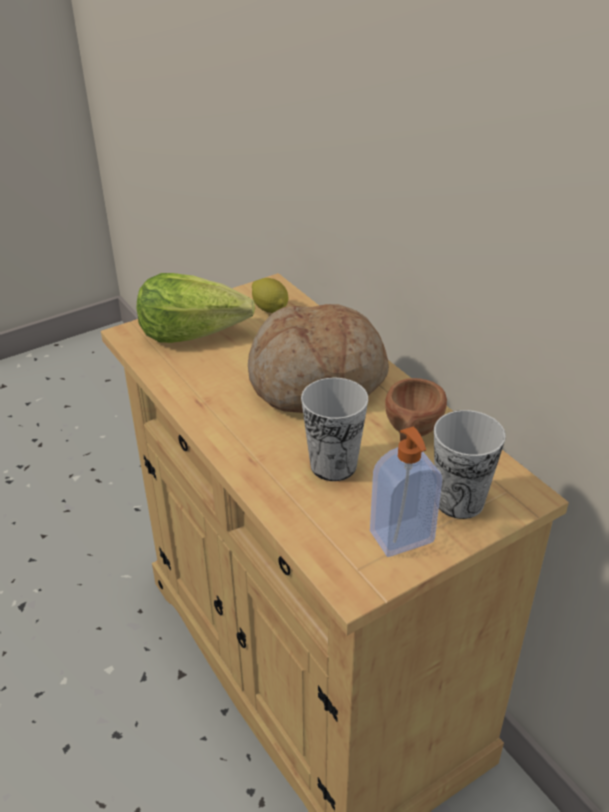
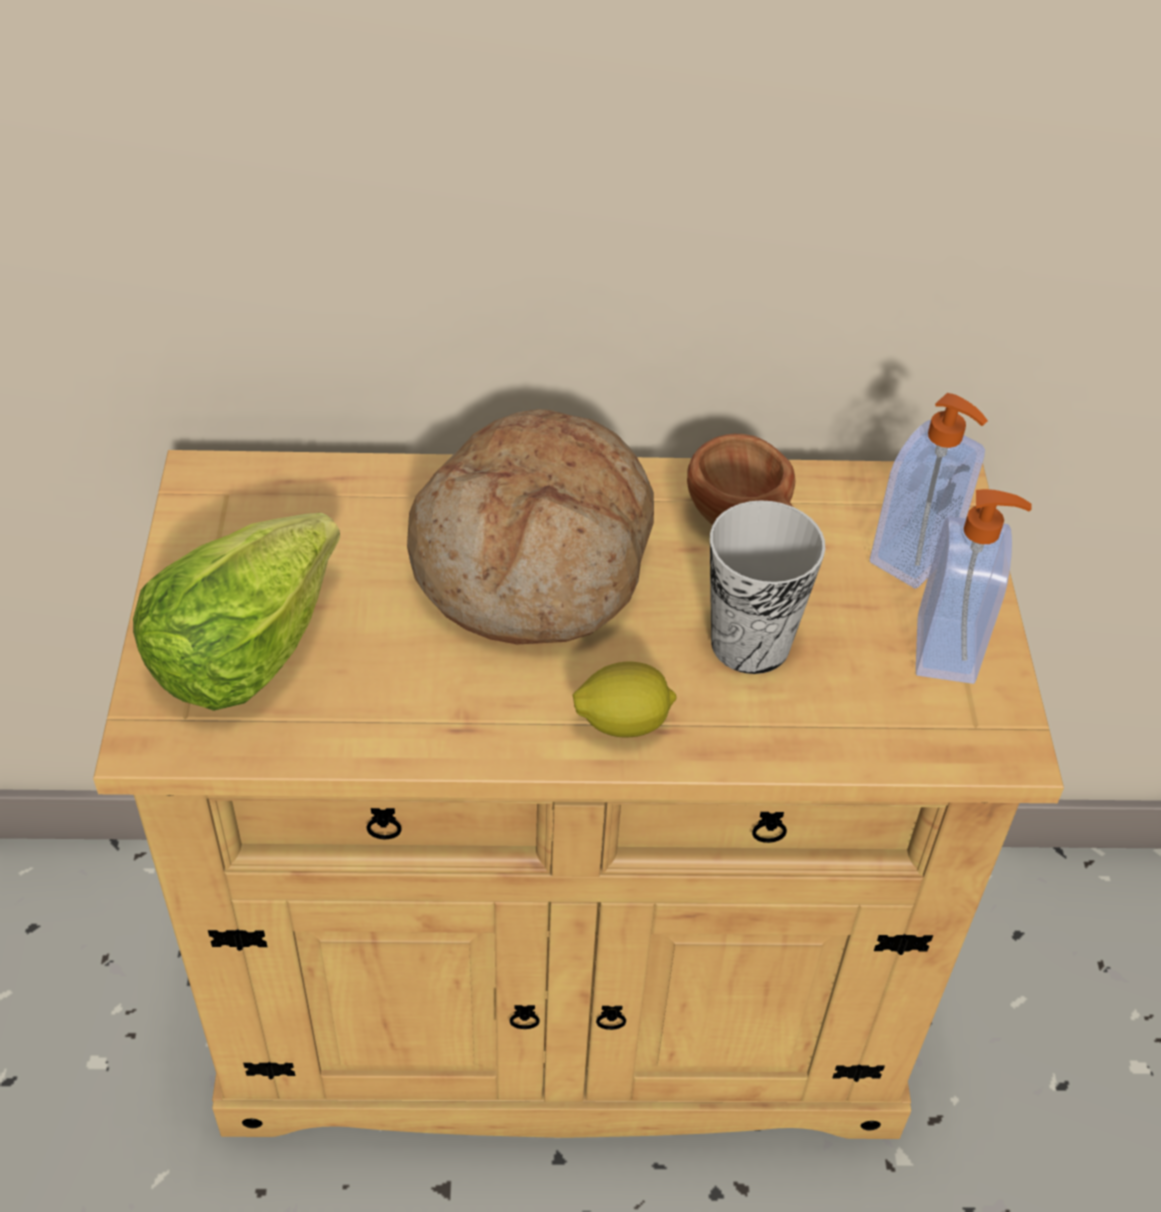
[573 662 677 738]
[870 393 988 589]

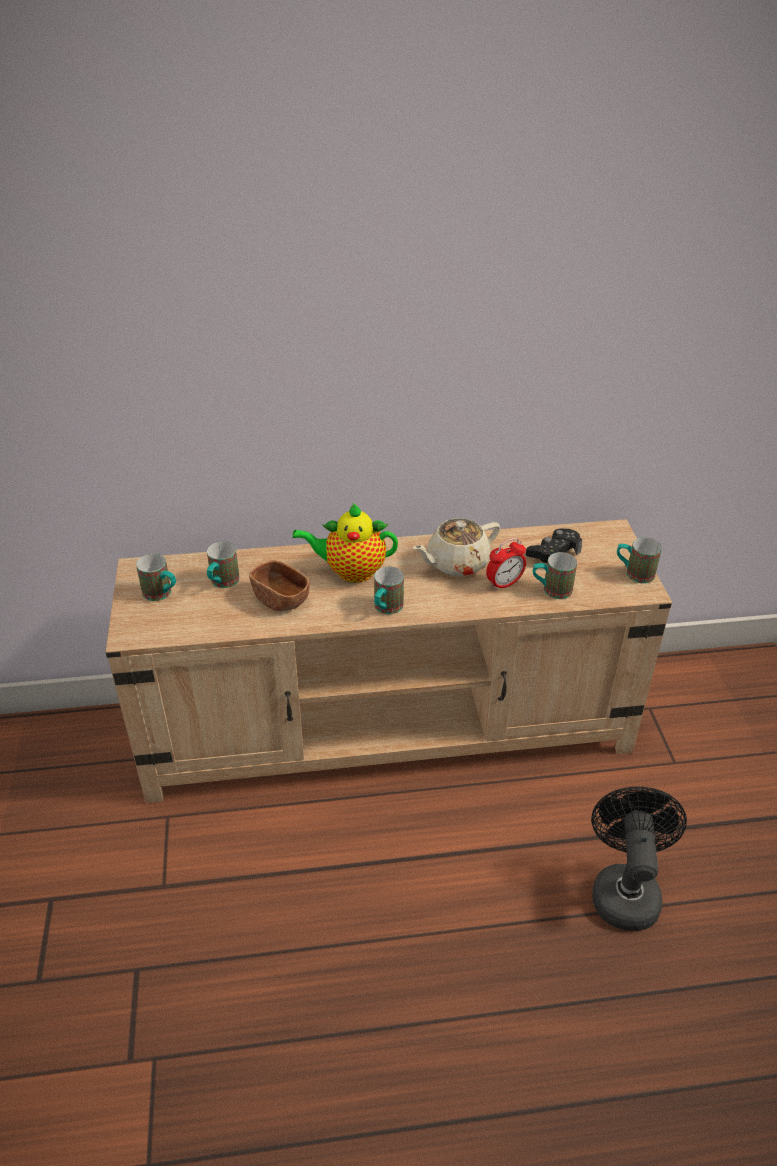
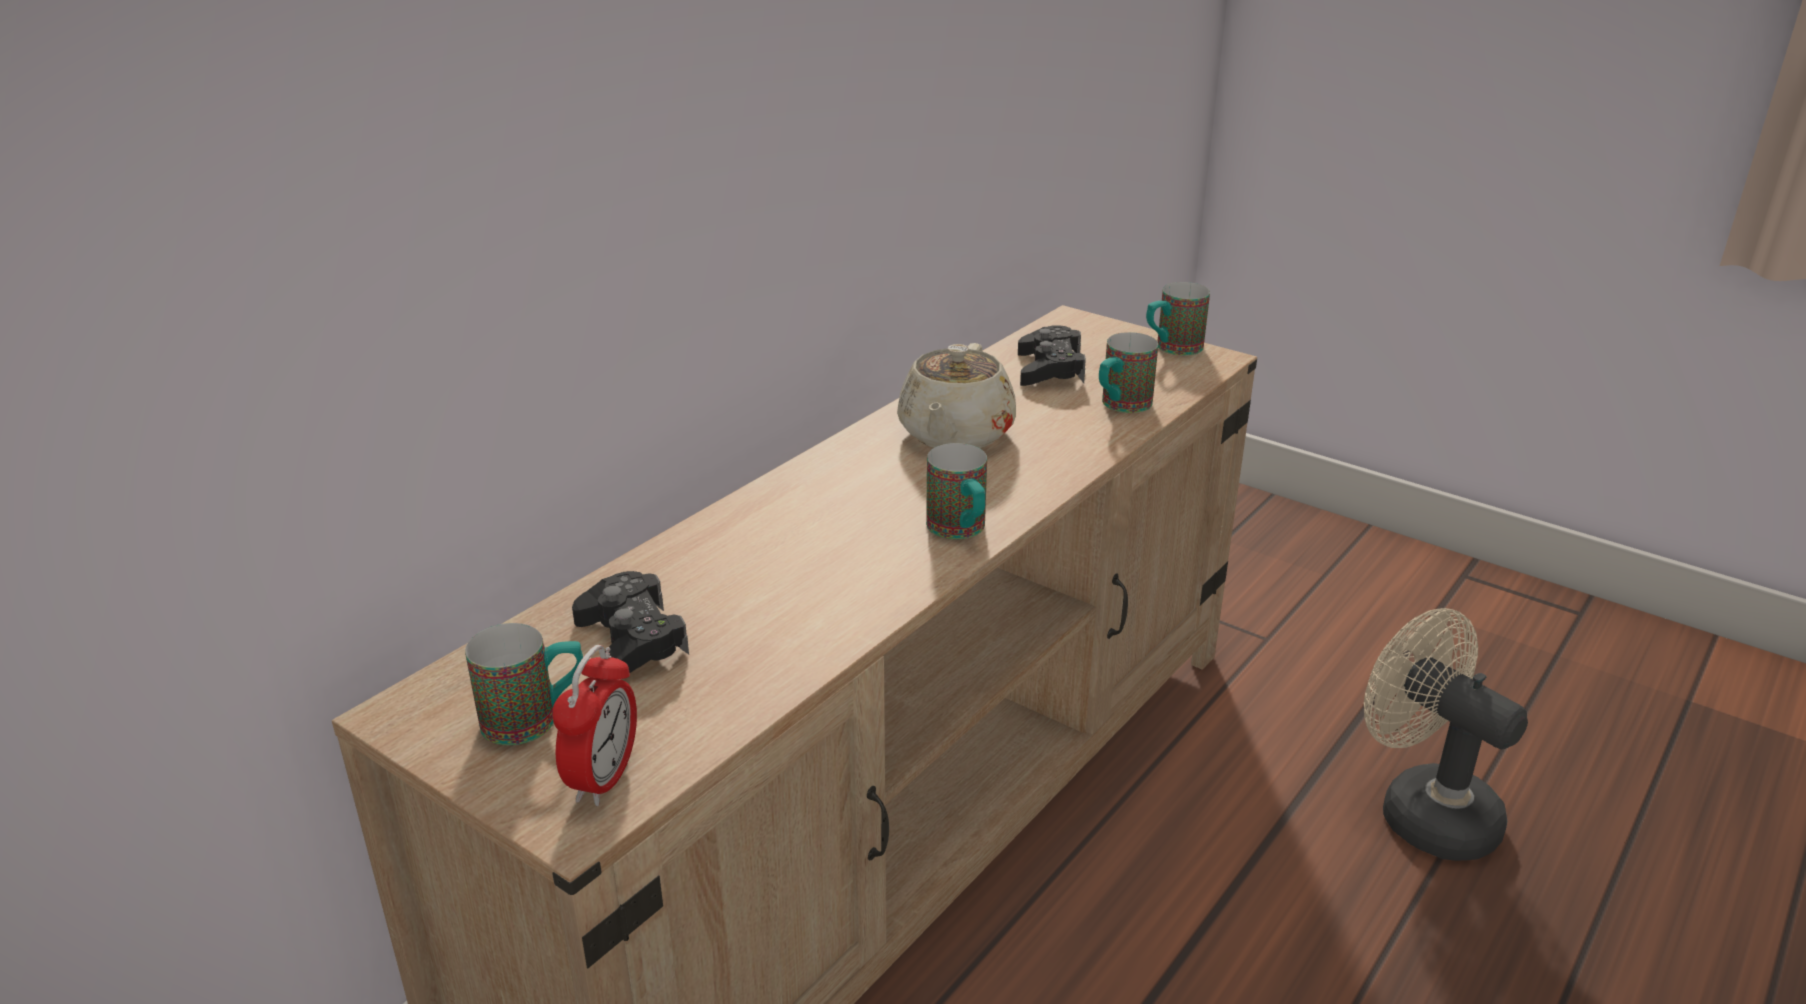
[293 503 398 583] (first image)
[552 645 637 806]
[572 571 689 673]
[249 560 309 611] (first image)
[1364 608 1528 861]

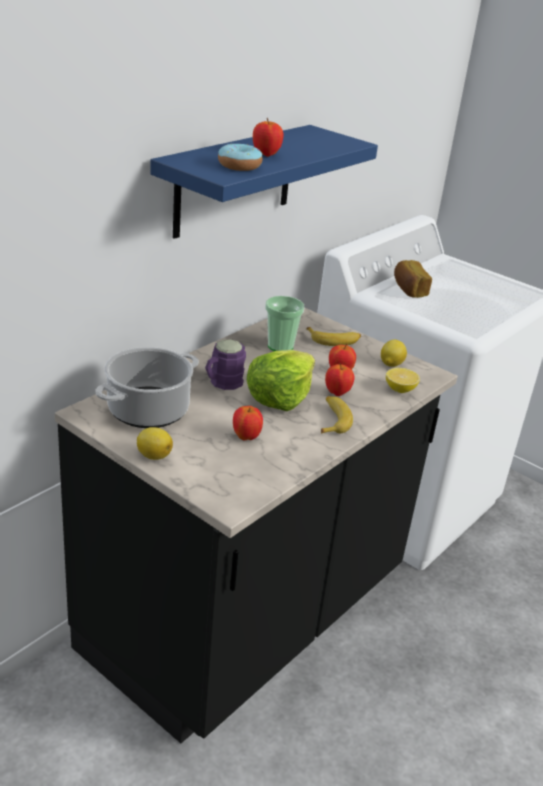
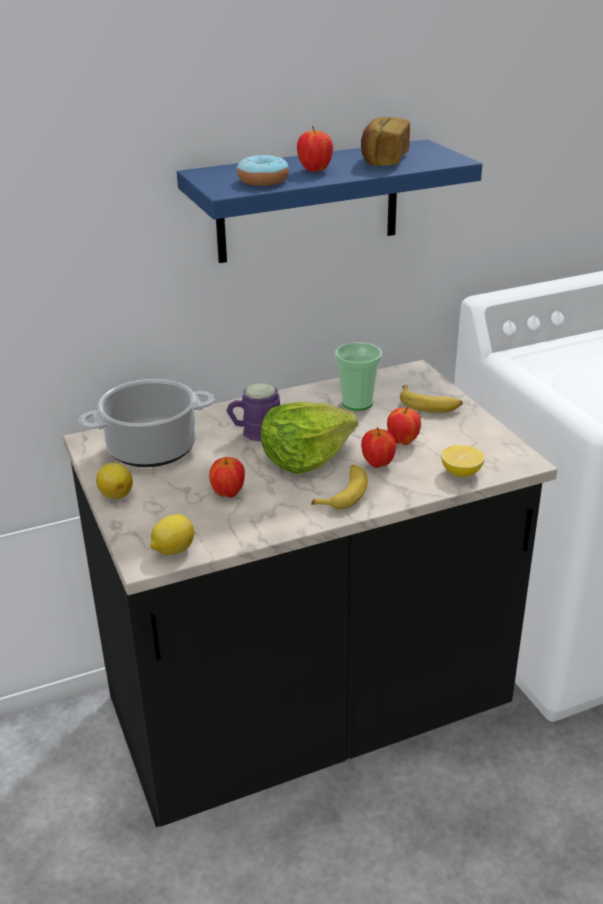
[361 117 410 166]
[150 514 194 555]

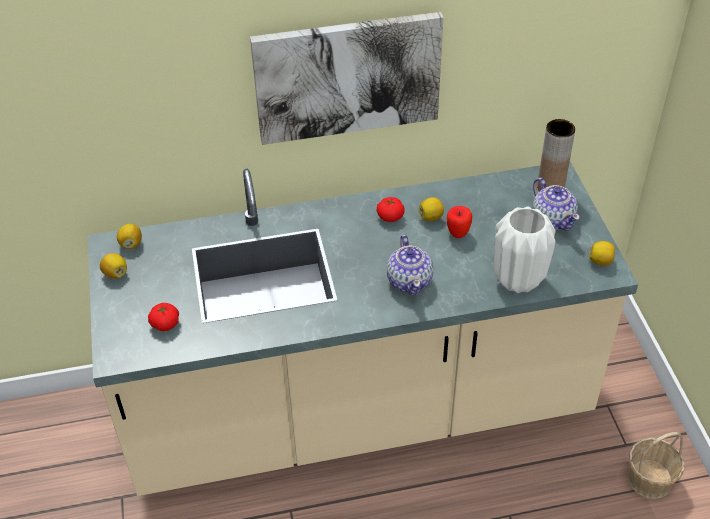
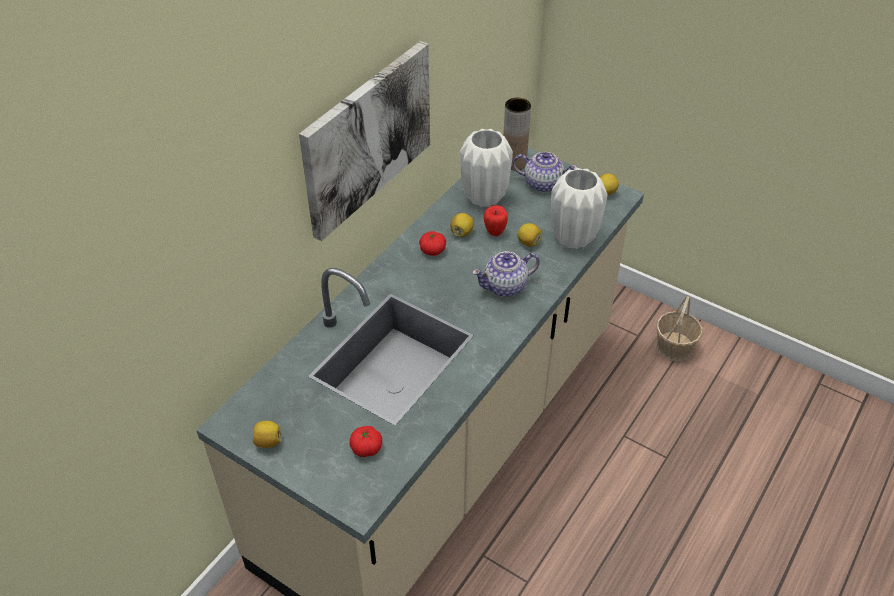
[517 223 542 247]
[472 251 540 297]
[460 129 513 207]

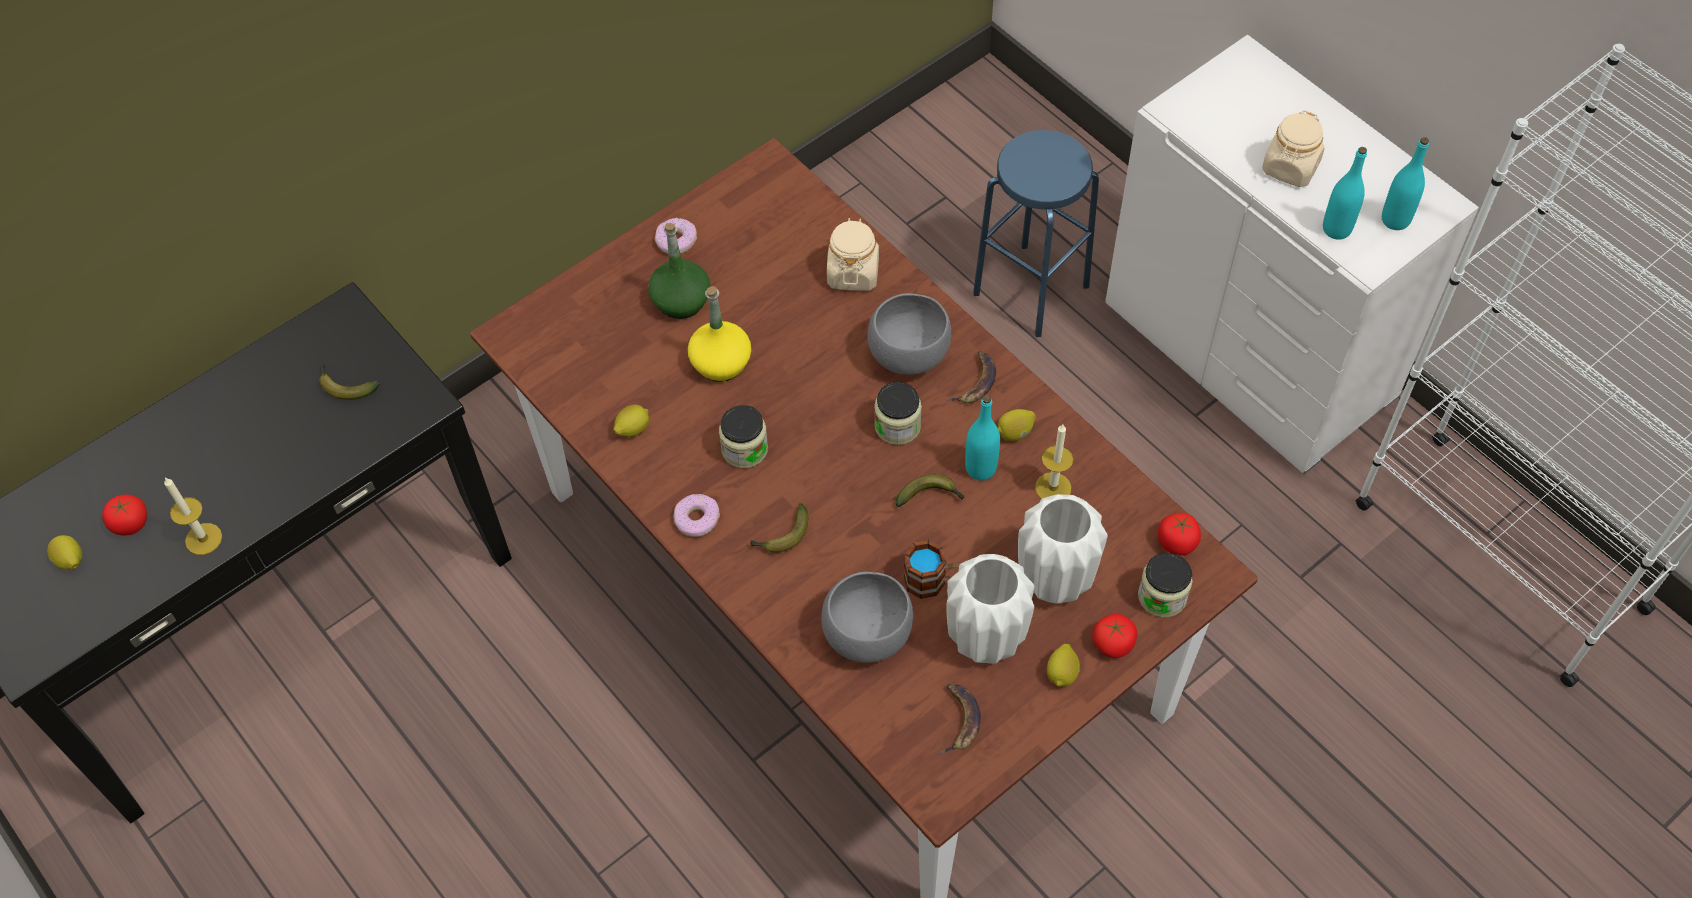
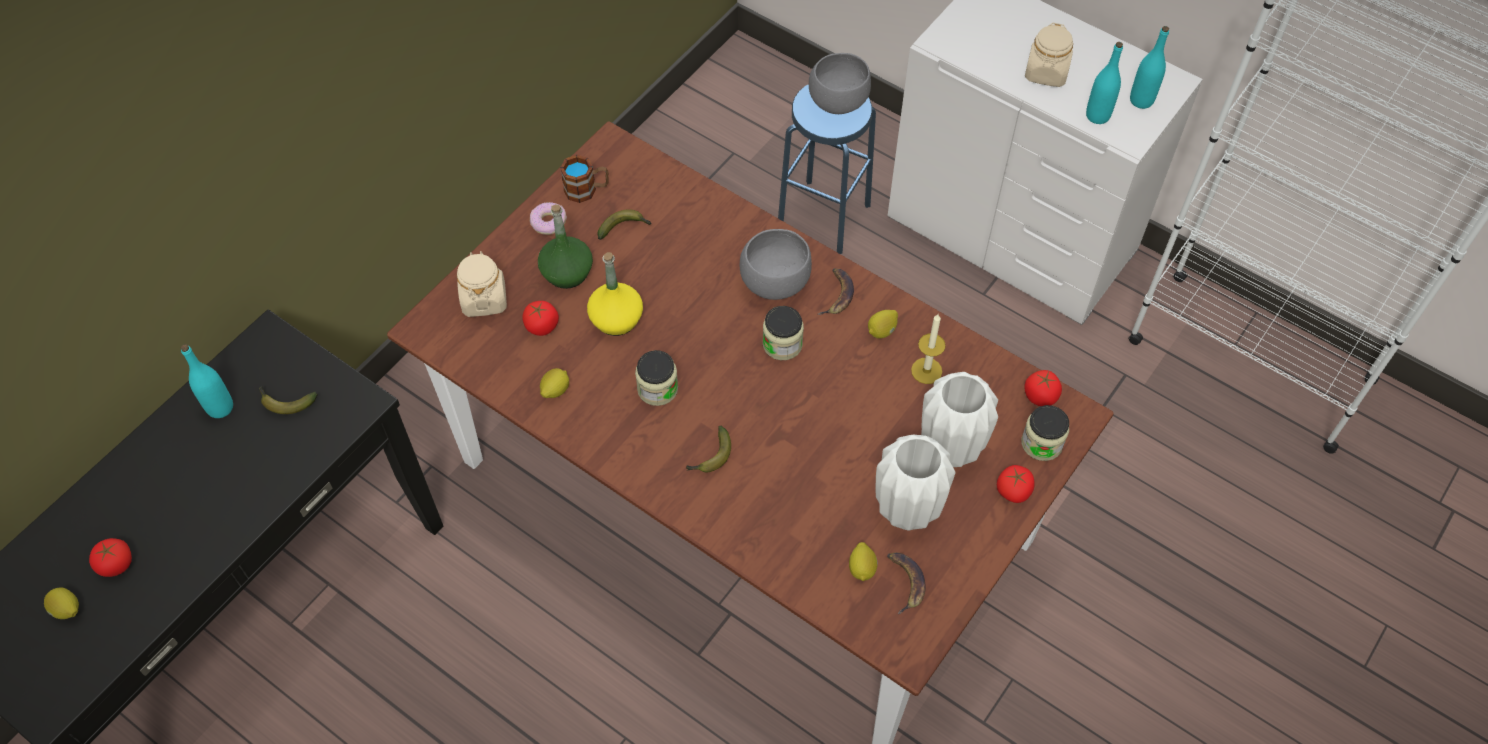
[457 251 507 317]
[181 344 233 418]
[597 209 652 240]
[164 477 222 555] (first image)
[673 494 720 537] (first image)
[560 155 609 203]
[809 53 871 114]
[849 542 878 581]
[522 301 559 336]

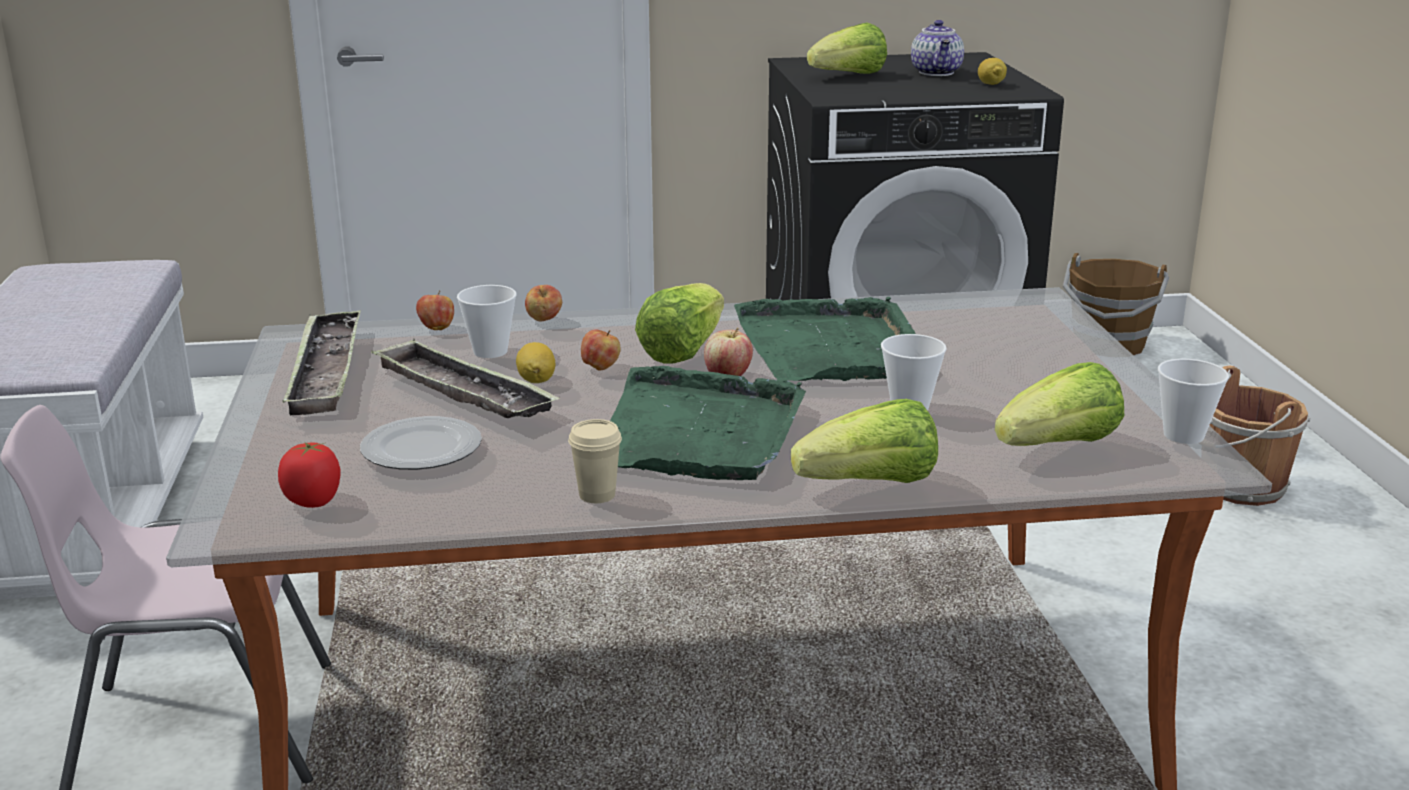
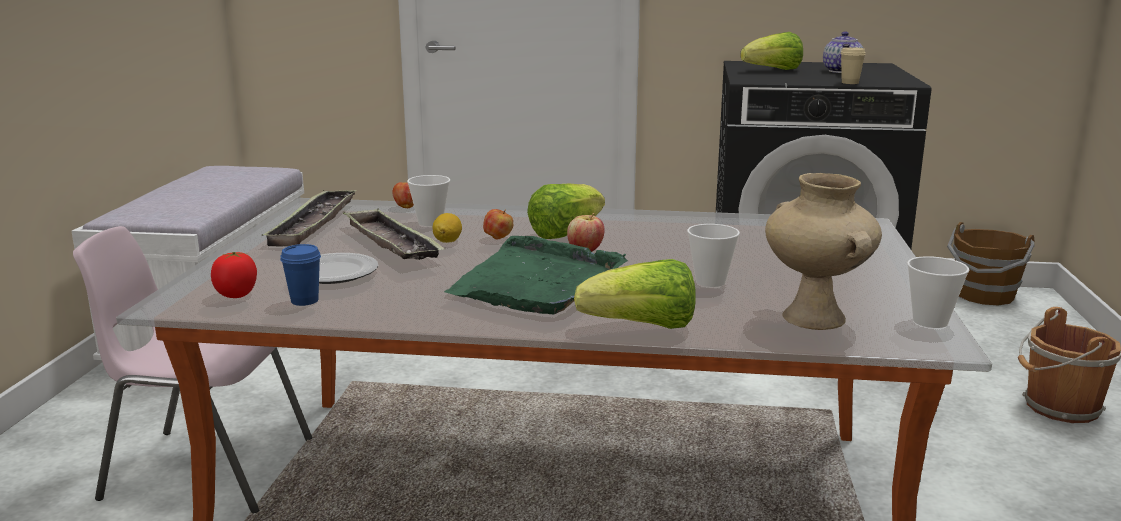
[978 58 1007 85] (first image)
[525 285 562 322] (first image)
[734 297 916 381] (first image)
[765 173 882 330]
[840 47 866 84]
[280 244 321 306]

